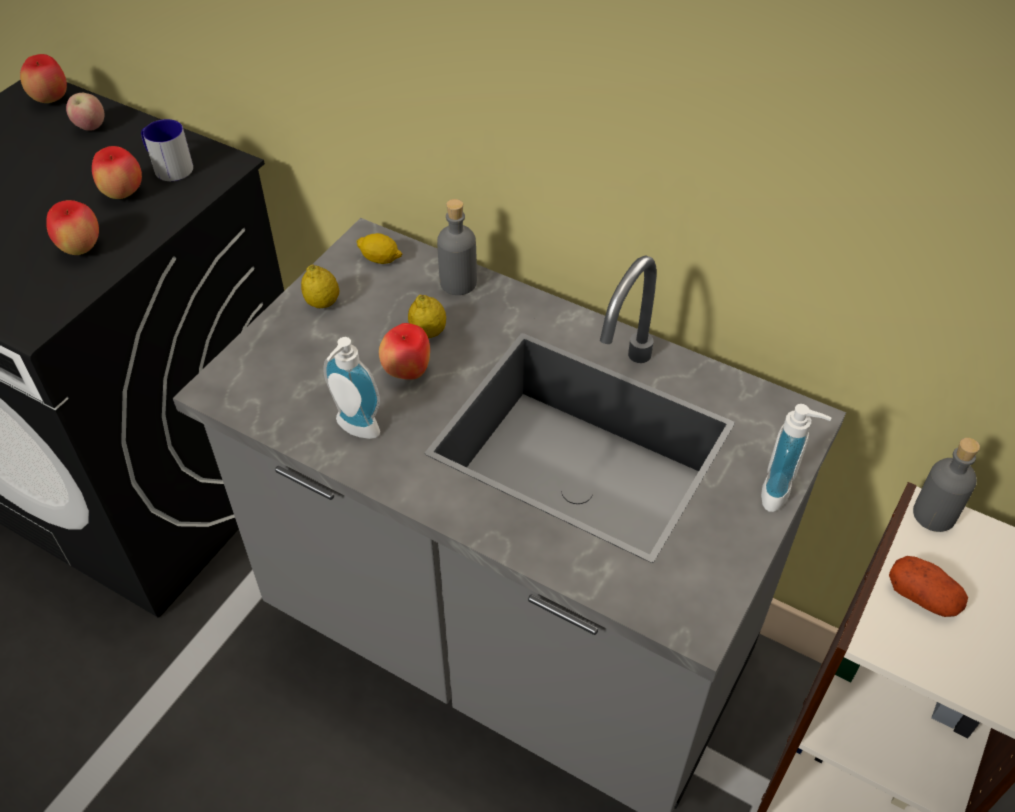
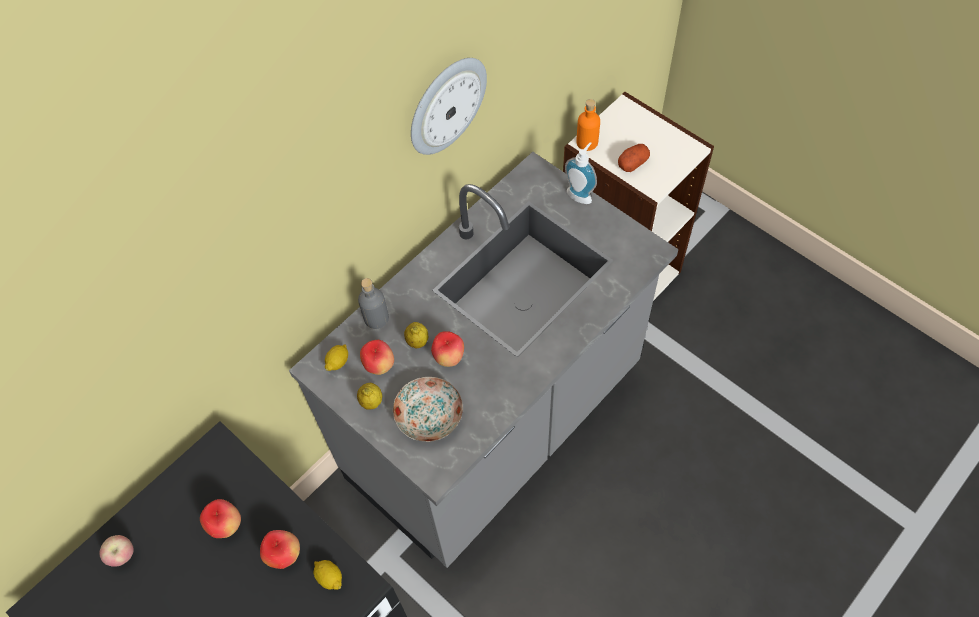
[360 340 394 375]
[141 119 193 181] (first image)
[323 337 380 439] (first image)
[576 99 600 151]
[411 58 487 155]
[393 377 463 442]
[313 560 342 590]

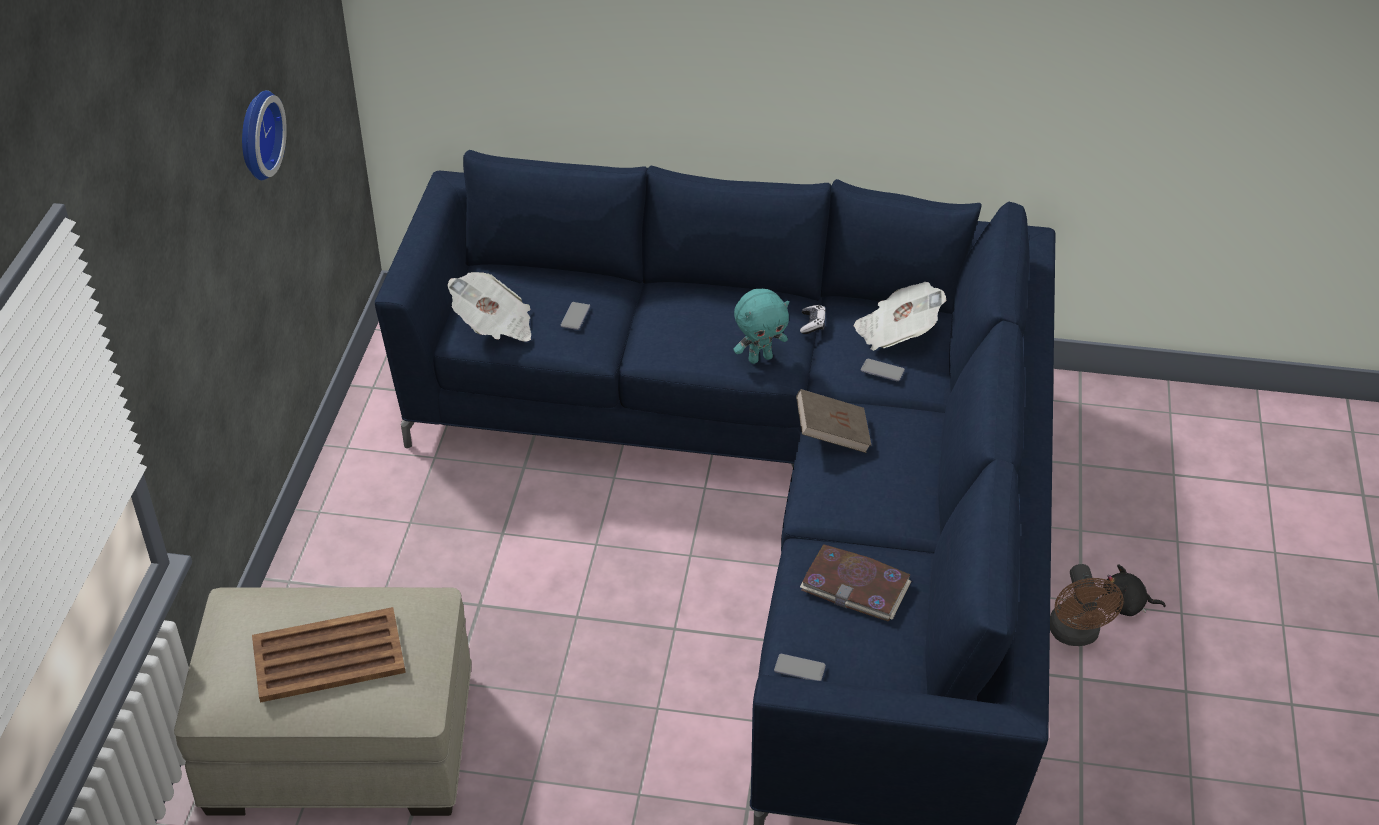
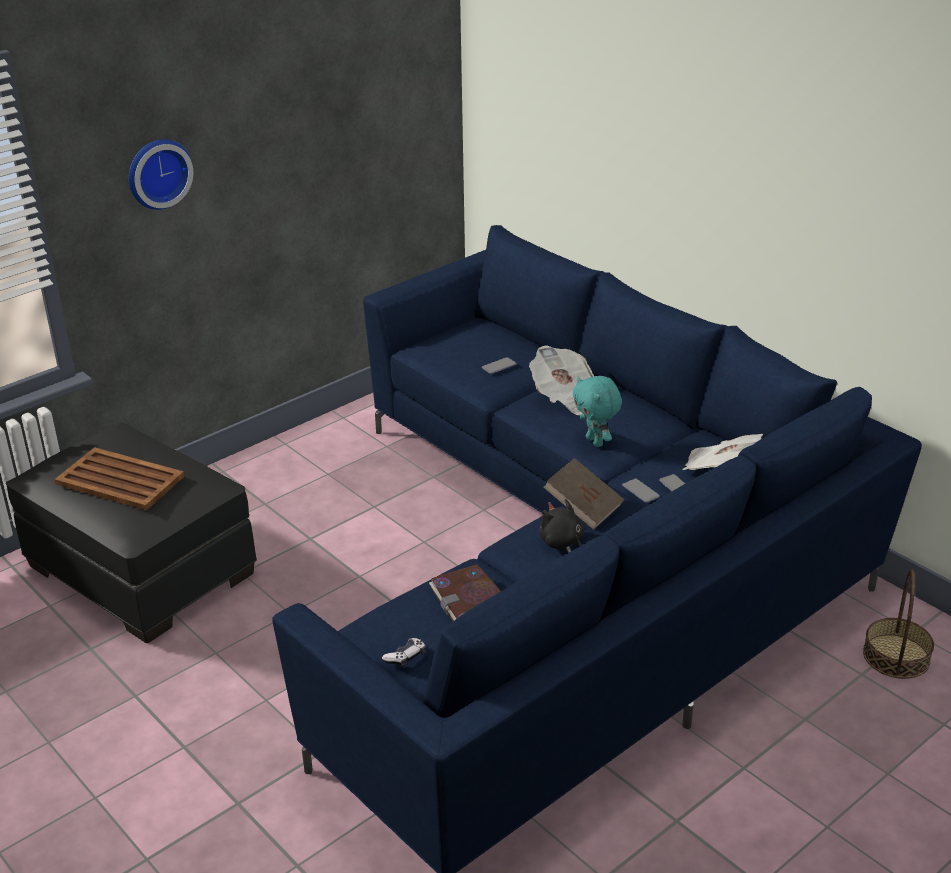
[129 139 193 210]
[529 345 594 415]
[573 376 622 447]
[382 638 426 667]
[1050 564 1124 646] (first image)
[539 499 585 553]
[6 423 257 643]
[622 478 660 503]
[863 569 934 679]

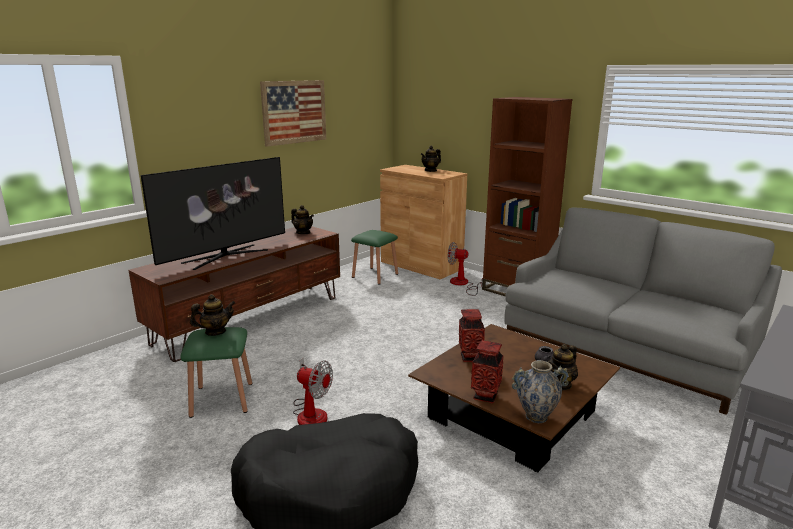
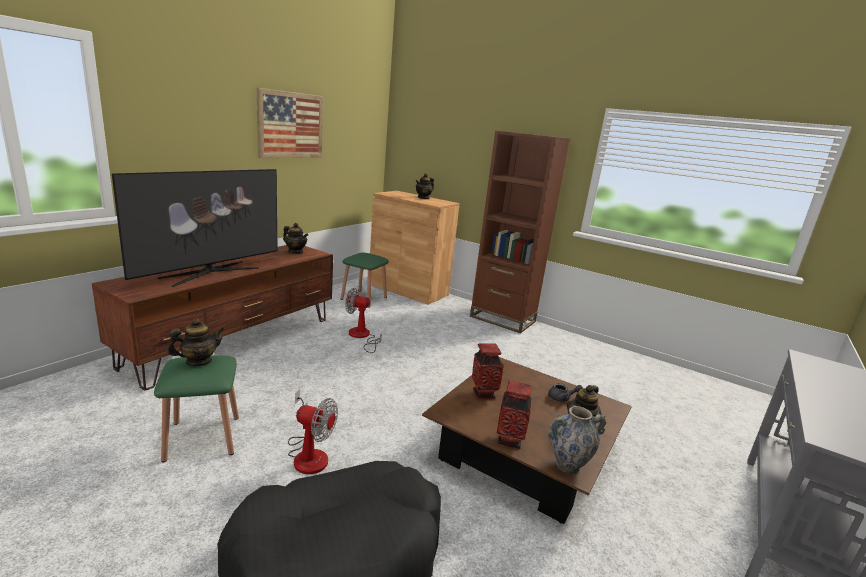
[505 208 782 415] (first image)
[345 288 382 353]

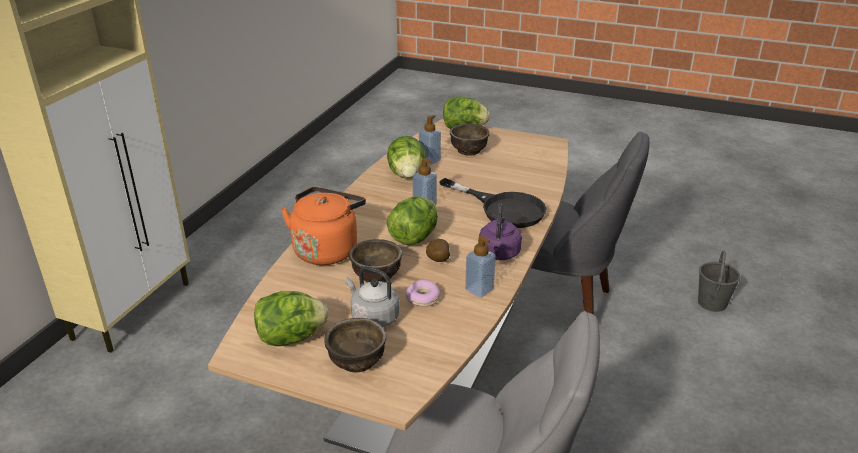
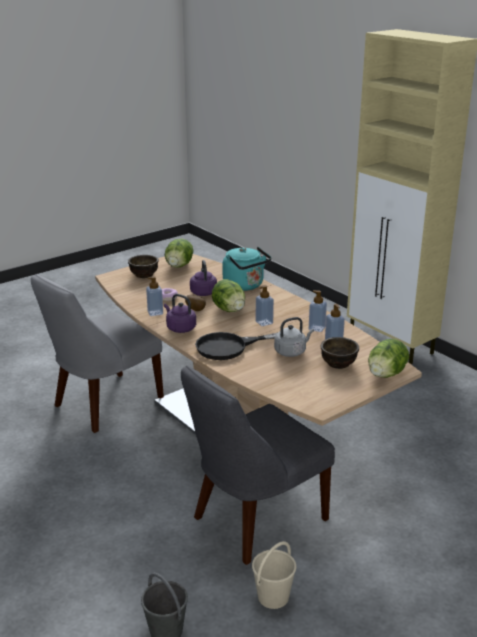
[309 290 327 332]
[222 247 271 291]
[190 260 217 296]
[274 317 314 357]
[252 541 296 609]

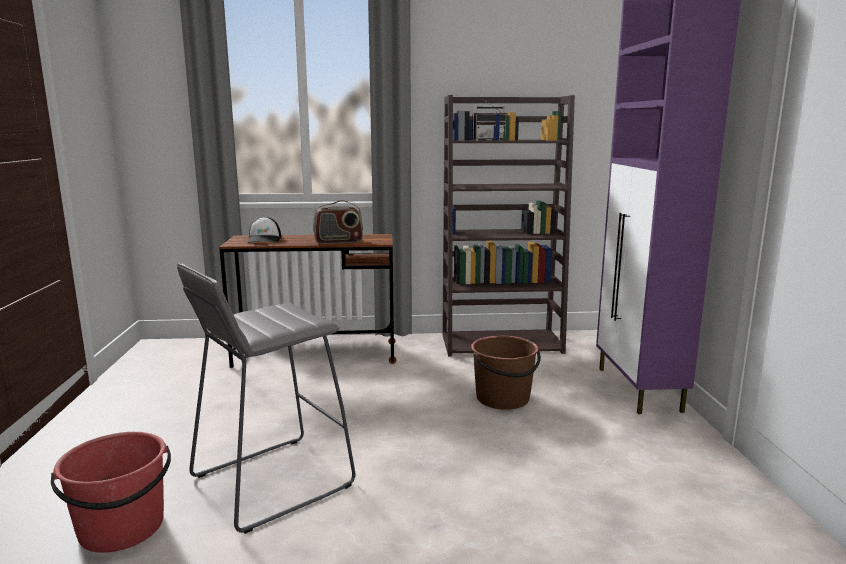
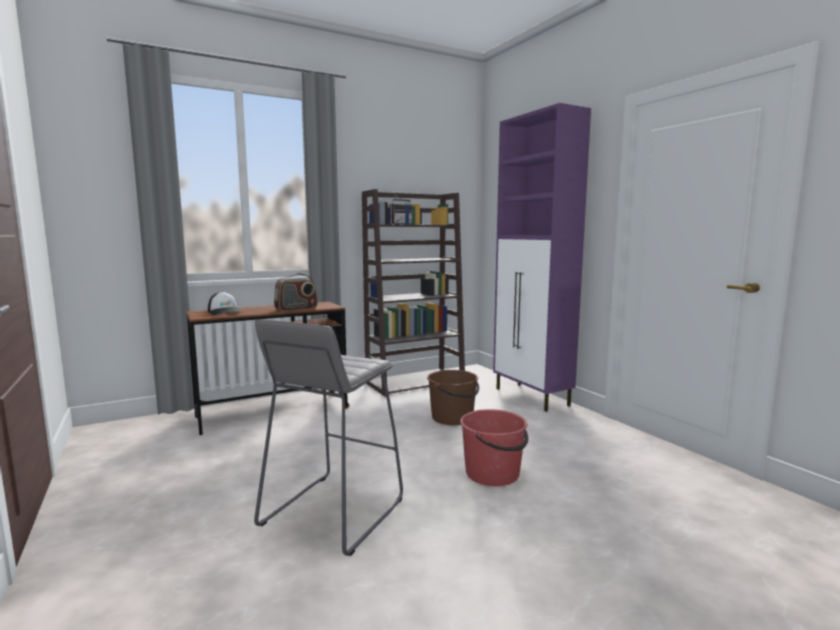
[460 409 528 486]

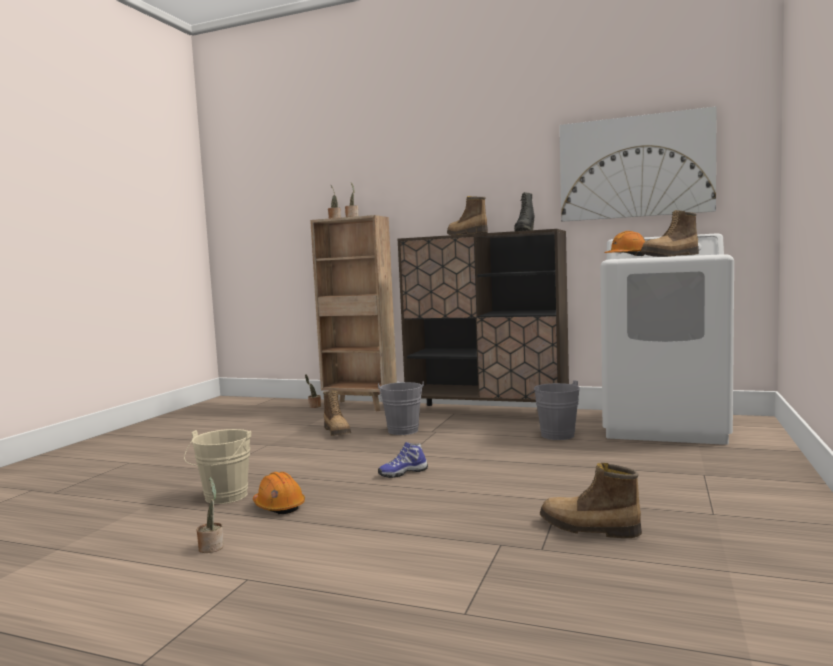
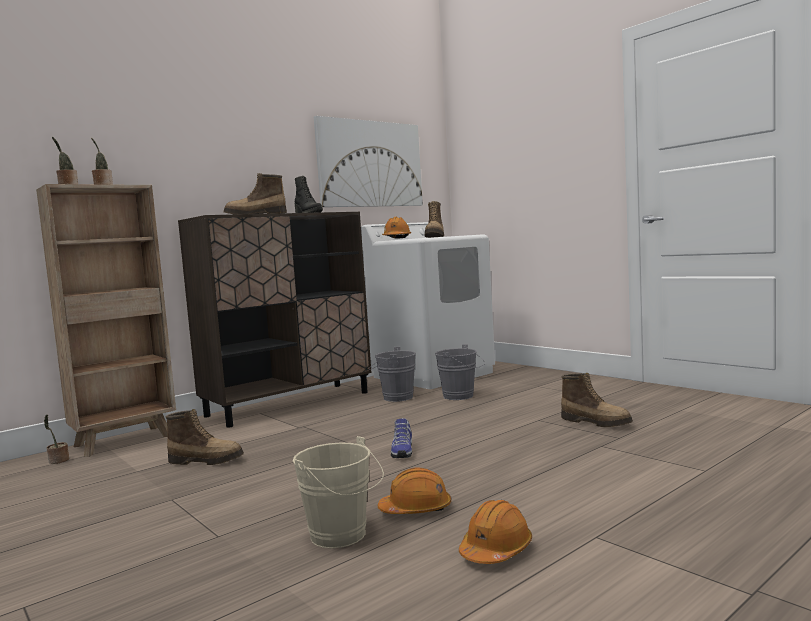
[435 344 485 400]
[561 373 633 427]
[459 500 532 564]

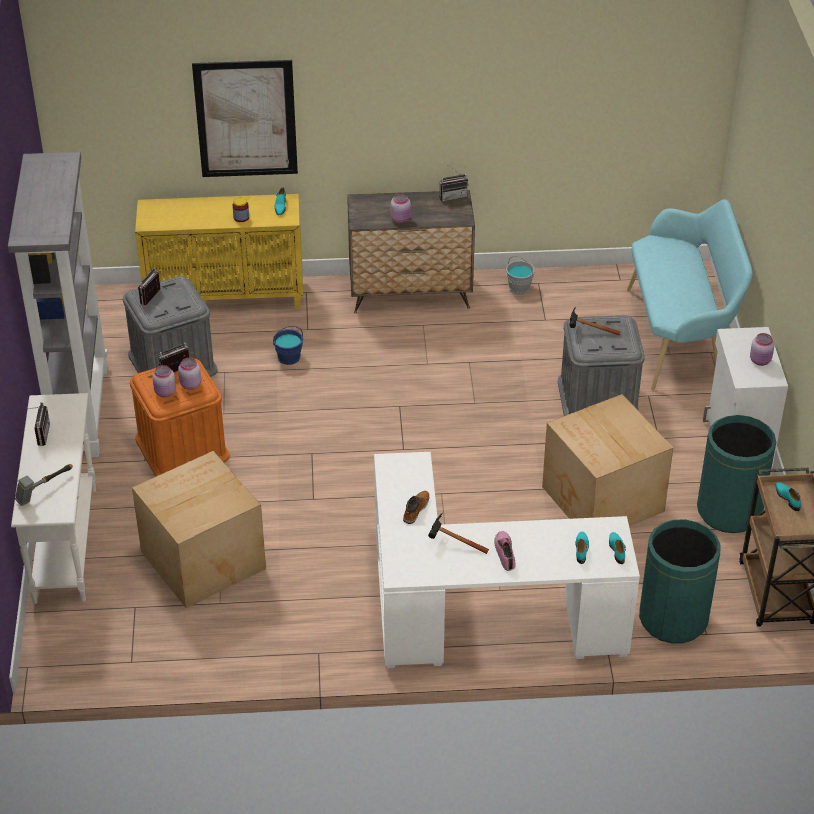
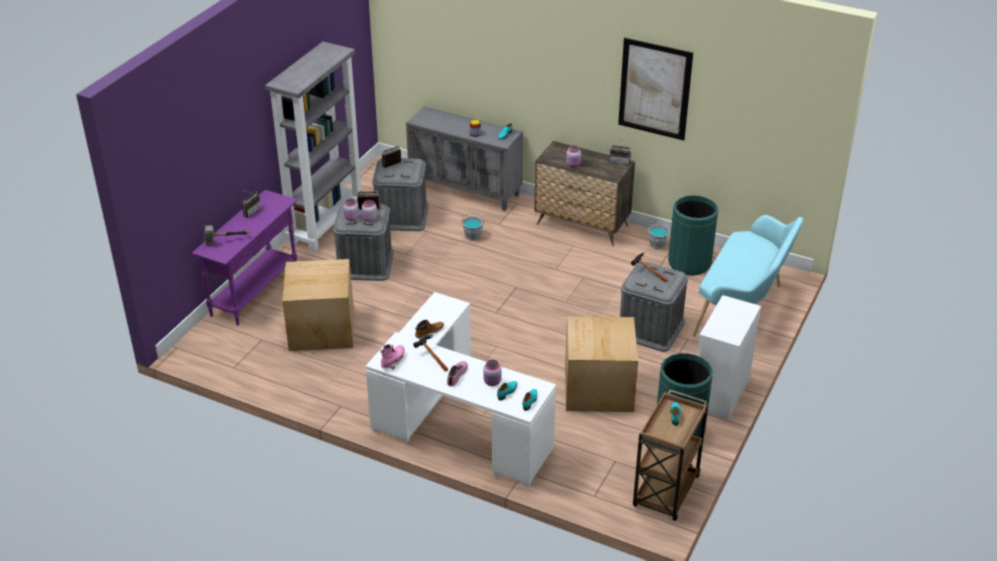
[618 38 693 140]
[406 106 523 211]
[462 213 484 241]
[483 360 502 386]
[333 204 394 281]
[192 190 297 326]
[668 196 718 275]
[380 344 405 370]

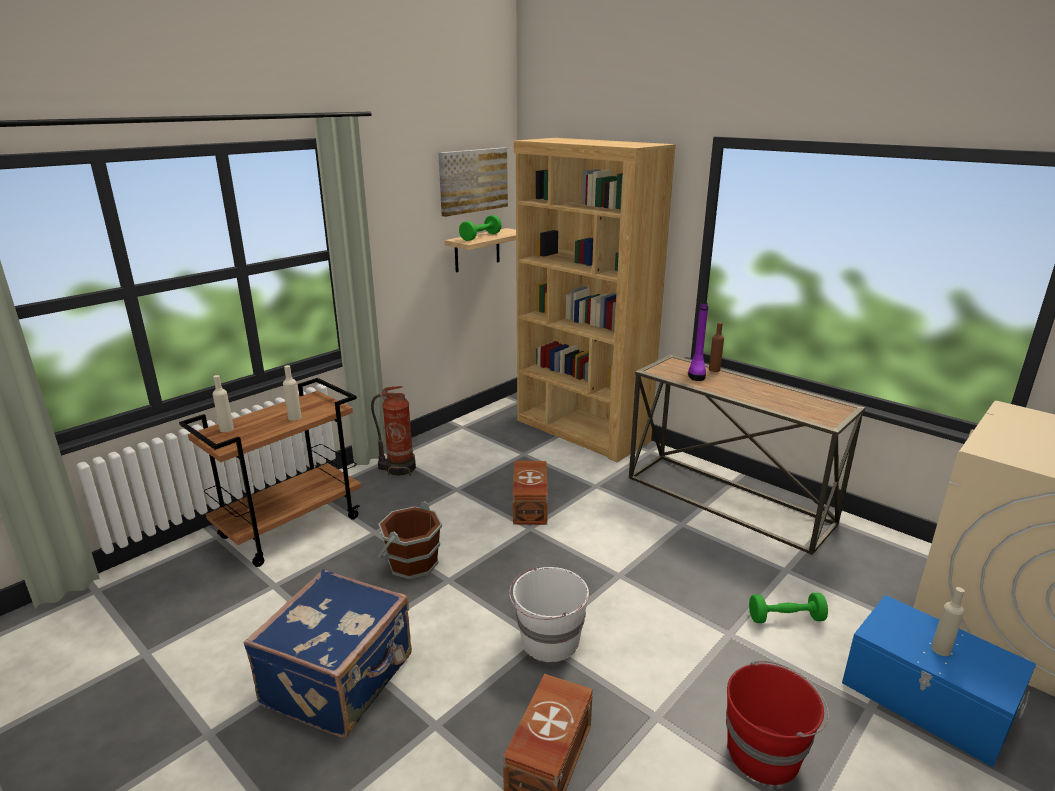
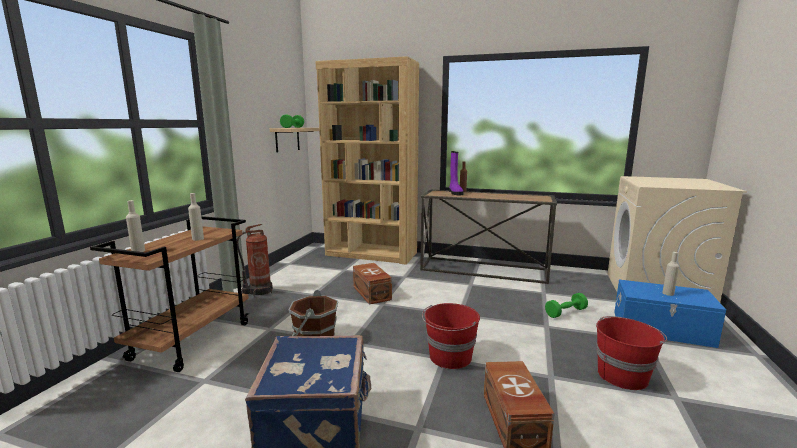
[438 147 508 217] (first image)
[422 303 480 369]

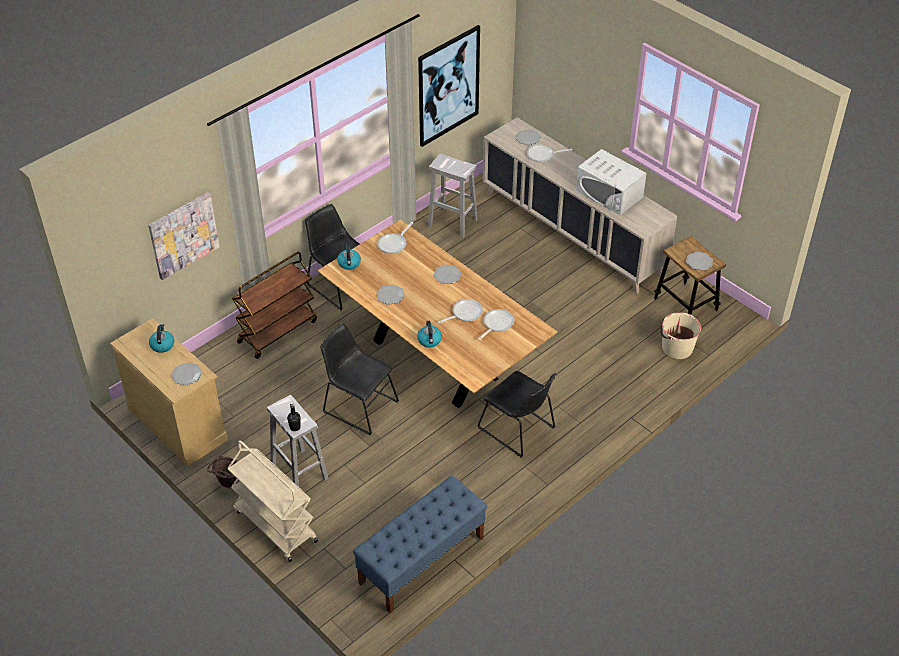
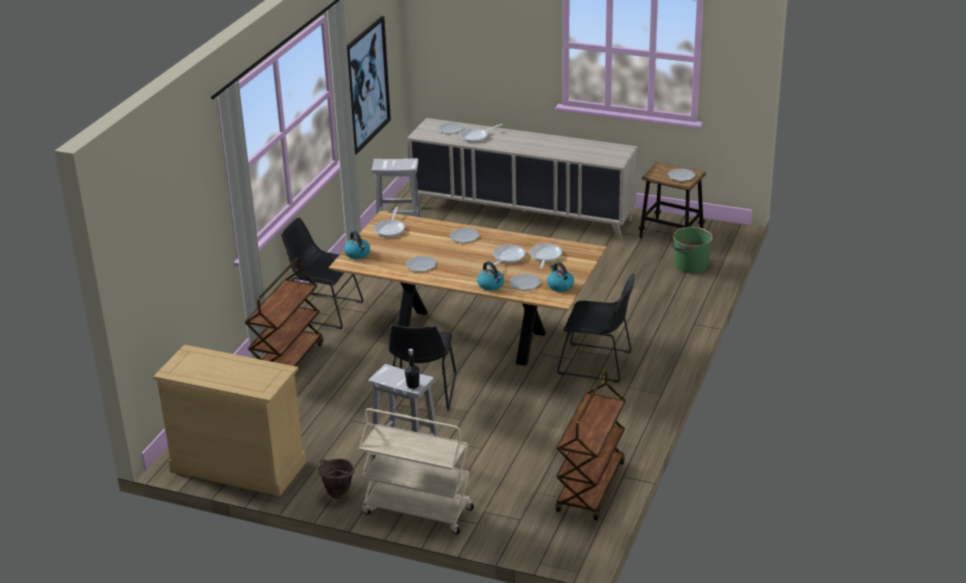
[576 149 647 216] (first image)
[148 192 219 280] (first image)
[672 227 713 273]
[389 325 457 411]
[547 262 574 292]
[509 274 541 290]
[556 370 626 521]

